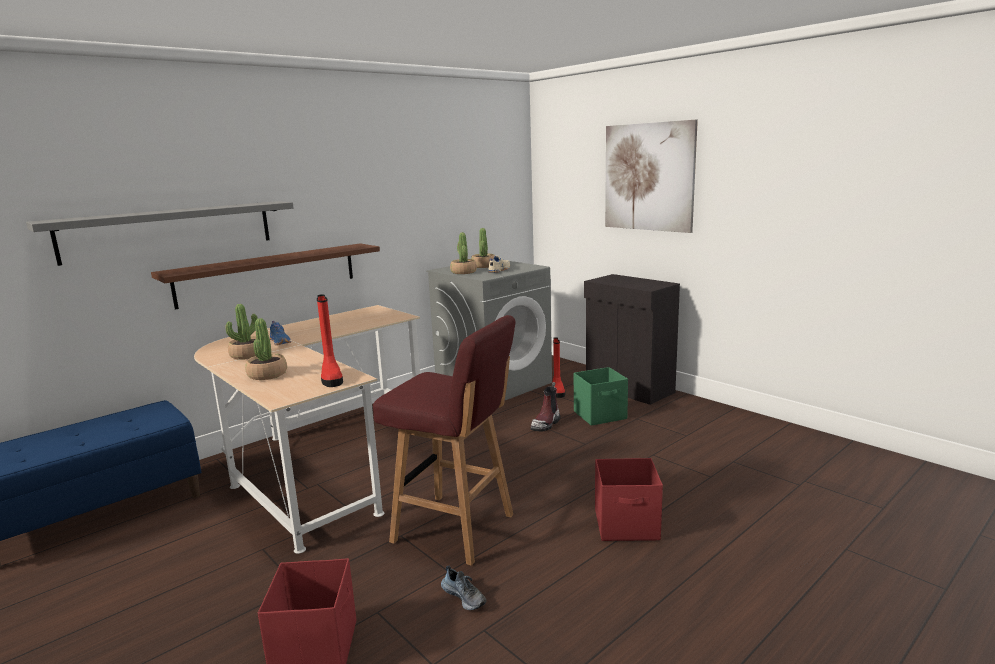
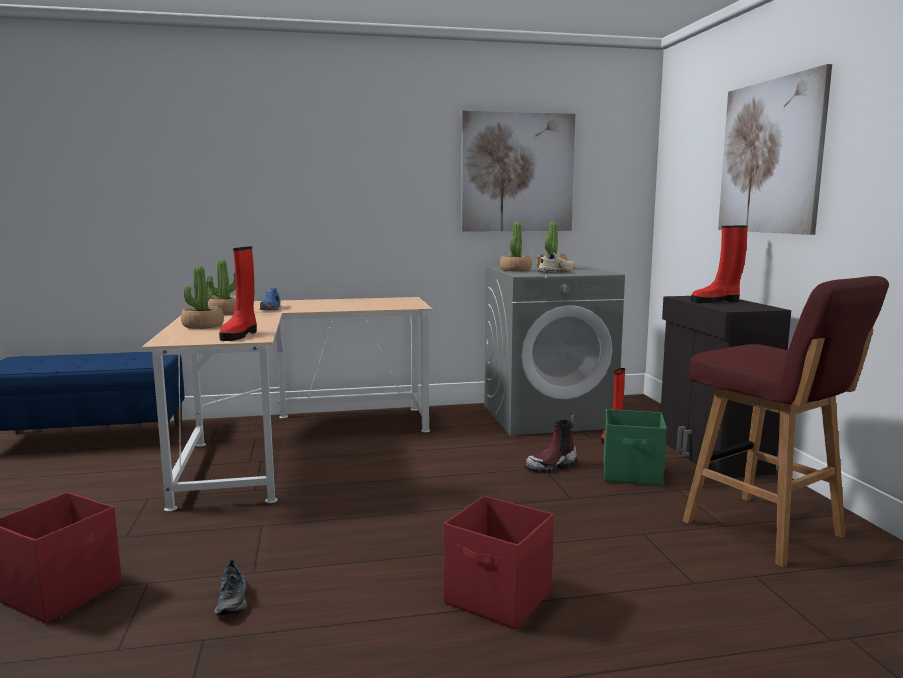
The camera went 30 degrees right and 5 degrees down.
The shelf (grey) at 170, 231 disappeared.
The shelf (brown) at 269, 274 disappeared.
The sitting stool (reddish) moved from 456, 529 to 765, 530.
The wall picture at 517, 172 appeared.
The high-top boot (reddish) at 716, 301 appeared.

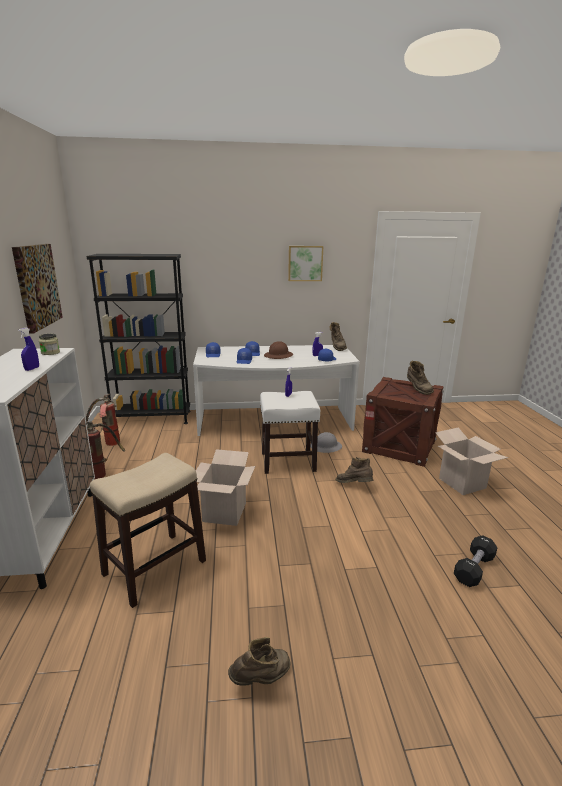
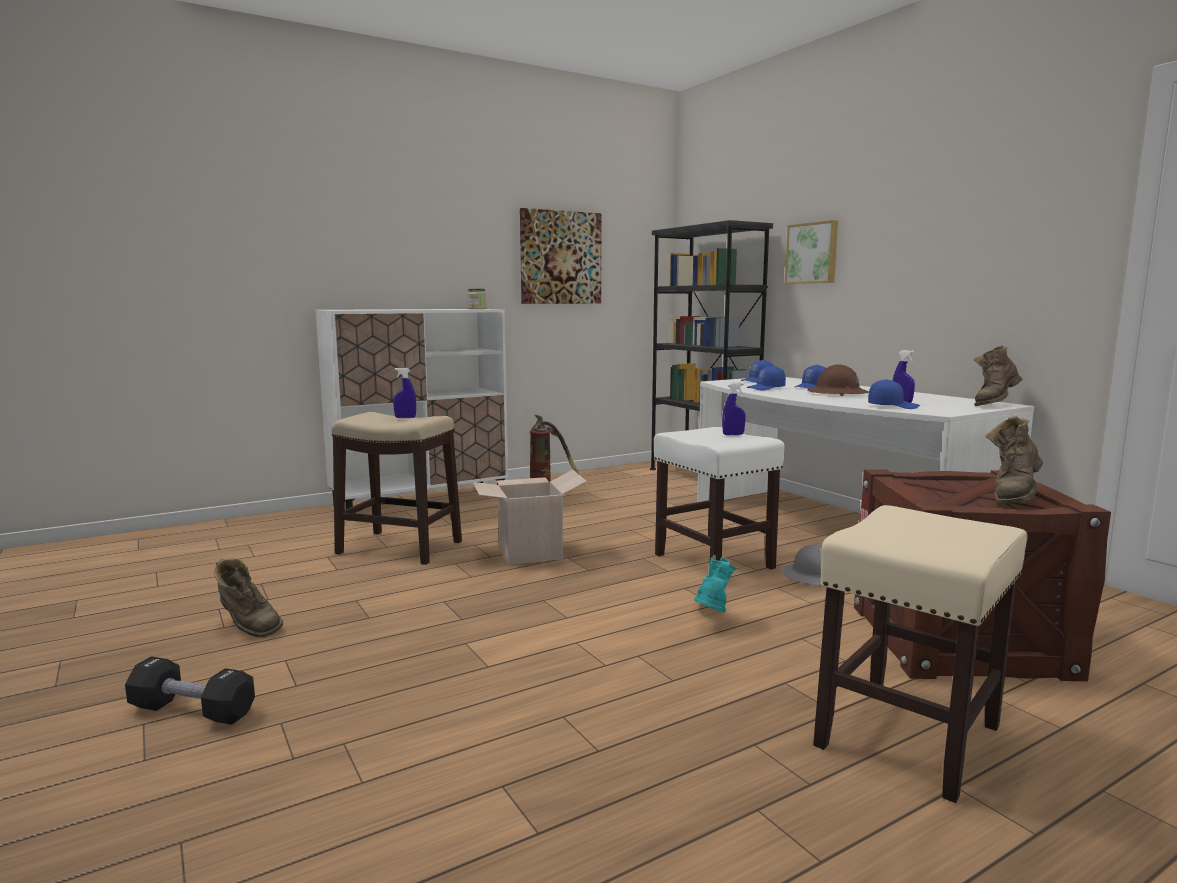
The camera went 65 degrees right and 10 degrees down.
The wall picture moved from 305, 263 to 812, 253.
The hand sprayer (blue-coloured) moved from 32, 369 to 405, 418.
The fire extinguisher at 107, 444 disappeared.
The cardboard box at 462, 483 was replaced by the sitting stool (sand-coloured) at 908, 735.
The high-top boot (brown) at 354, 486 became the high-top boot (blue-green) at 711, 618.
The hand weight (blackish) moved from 474, 569 to 192, 711.

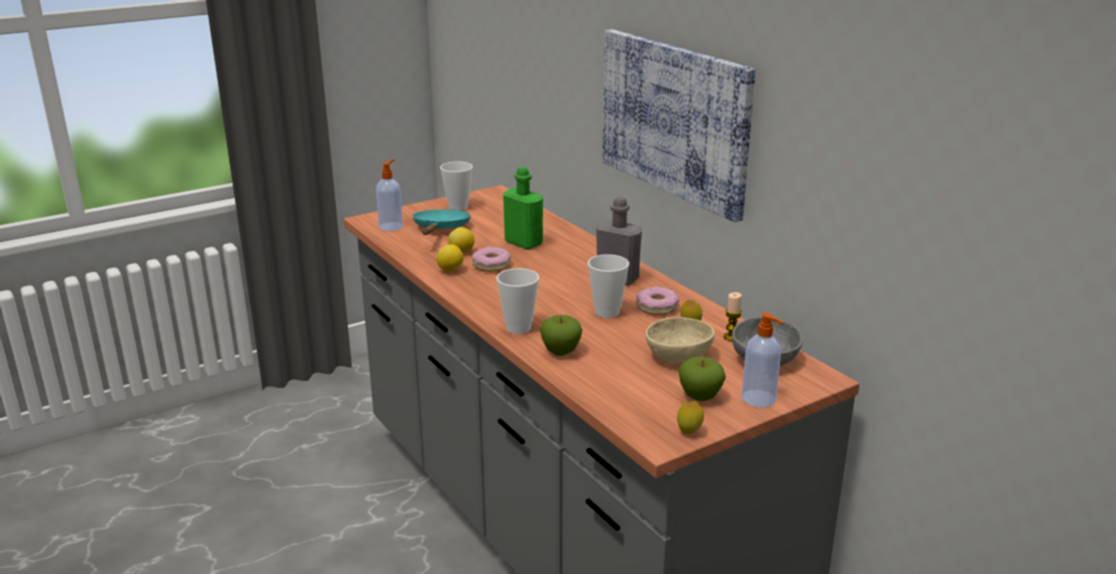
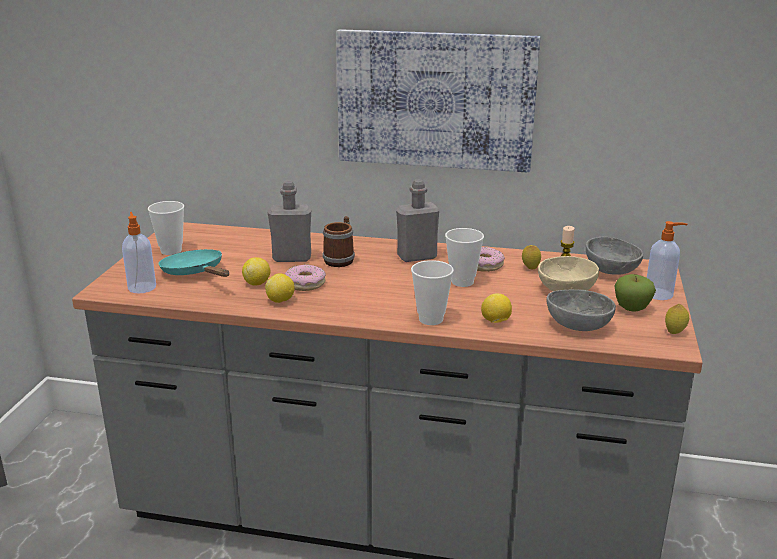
The camera went 45 degrees left and 0 degrees up.
The drink bottle (greenish) at 523, 243 became the drink bottle (grey) at 292, 258.
The apple fruit at 561, 352 was replaced by the whole lemon at 495, 322.
The tea mug at 341, 259 appeared.
The deep dish (grey) at 578, 325 appeared.

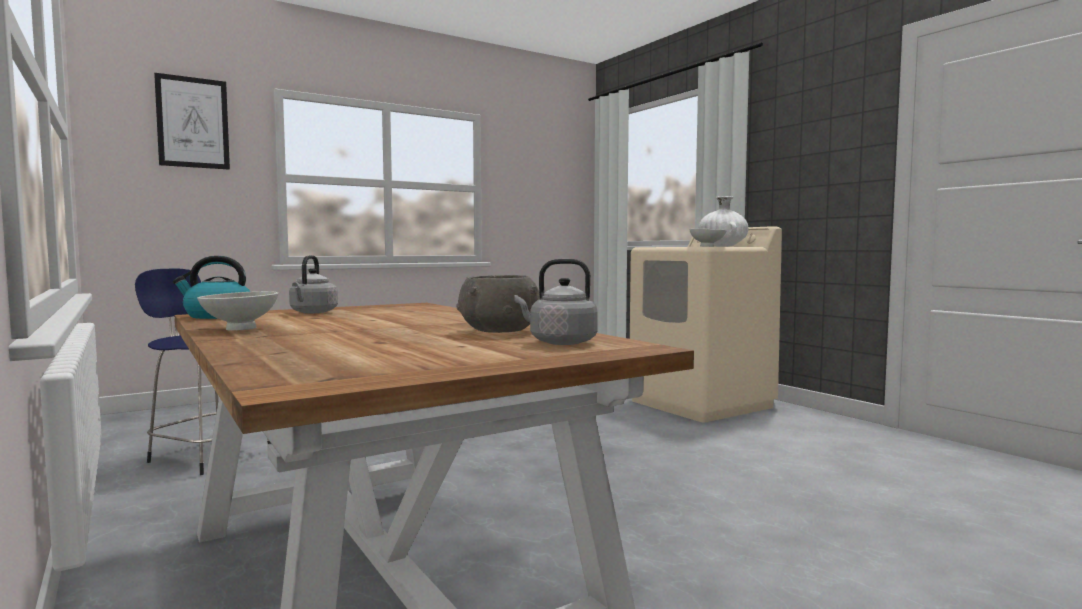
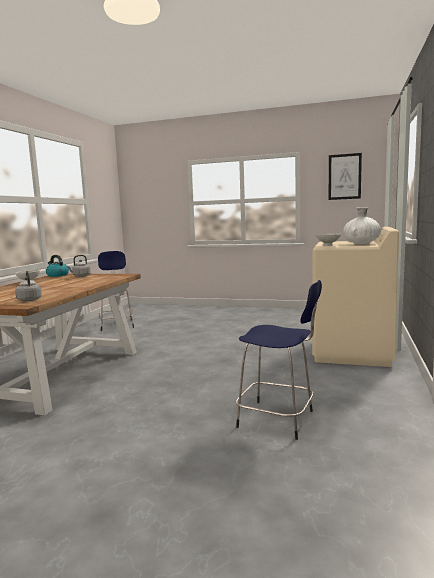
The camera went 50 degrees right and 5 degrees up.
The wall picture moved from 193, 122 to 344, 176.
The deep dish (grey) at 499, 331 disappeared.
The sitting stool (blue-coloured) at 278, 419 appeared.

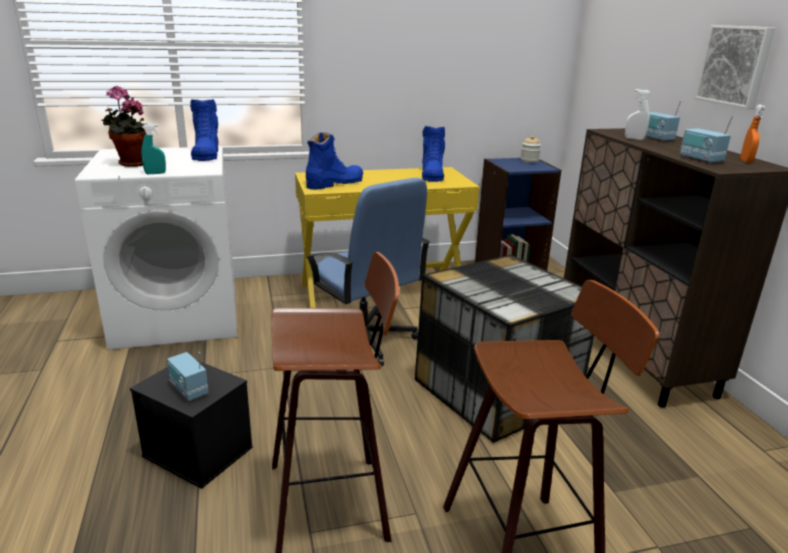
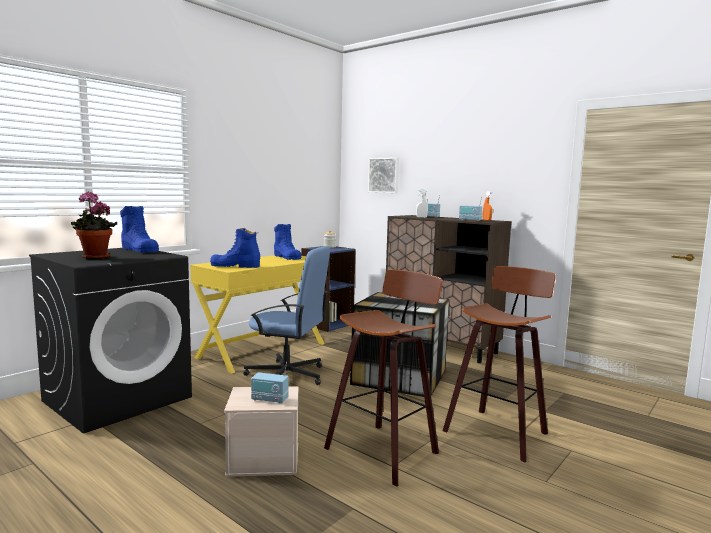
The camera went 35 degrees left and 15 degrees down.
The wall picture moved from 735, 65 to 384, 175.
The hand sprayer (blue-green) at 155, 173 disappeared.
The high-top boot (blue-coloured) at 334, 183 turned 105 degrees counterclockwise.
The washing machine (white-coloured) at 179, 317 became the washing machine (blackish) at 118, 398.
The storage container (blackish) at 199, 451 became the storage container (sand-coloured) at 265, 459.

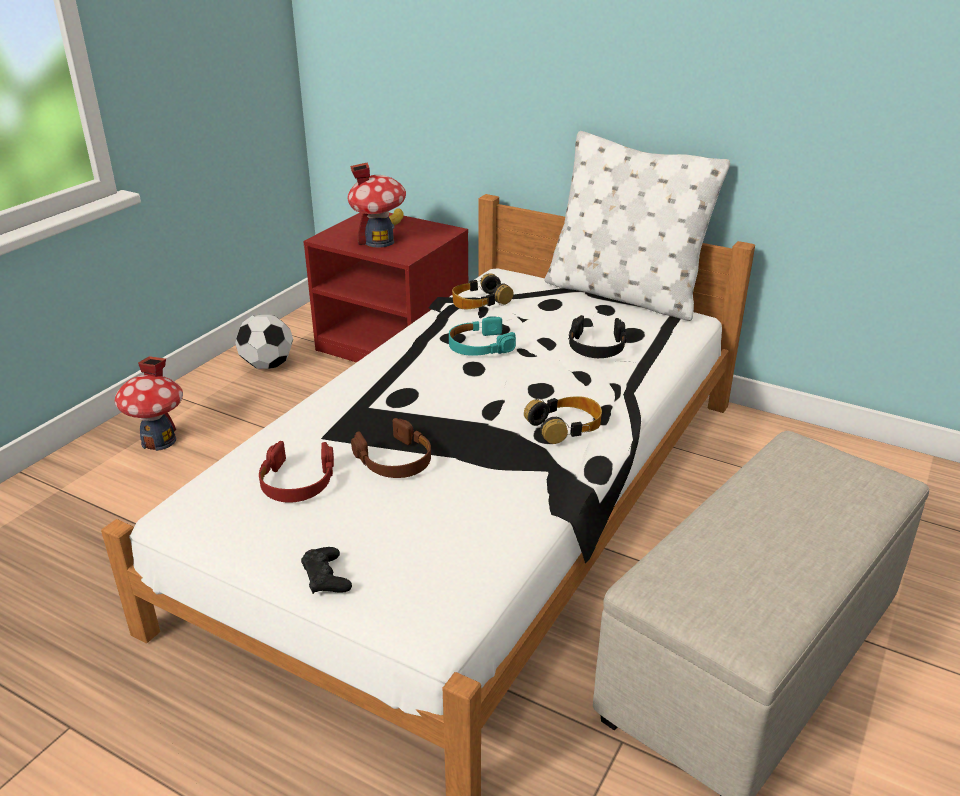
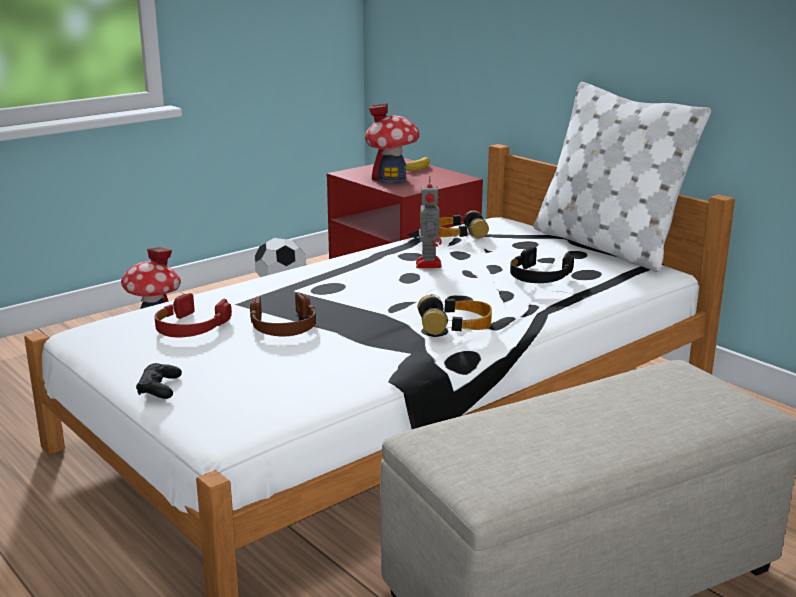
The camera went 20 degrees right and 10 degrees down.
The headset (blue-green) at 479, 346 was replaced by the robot figure at 428, 264.

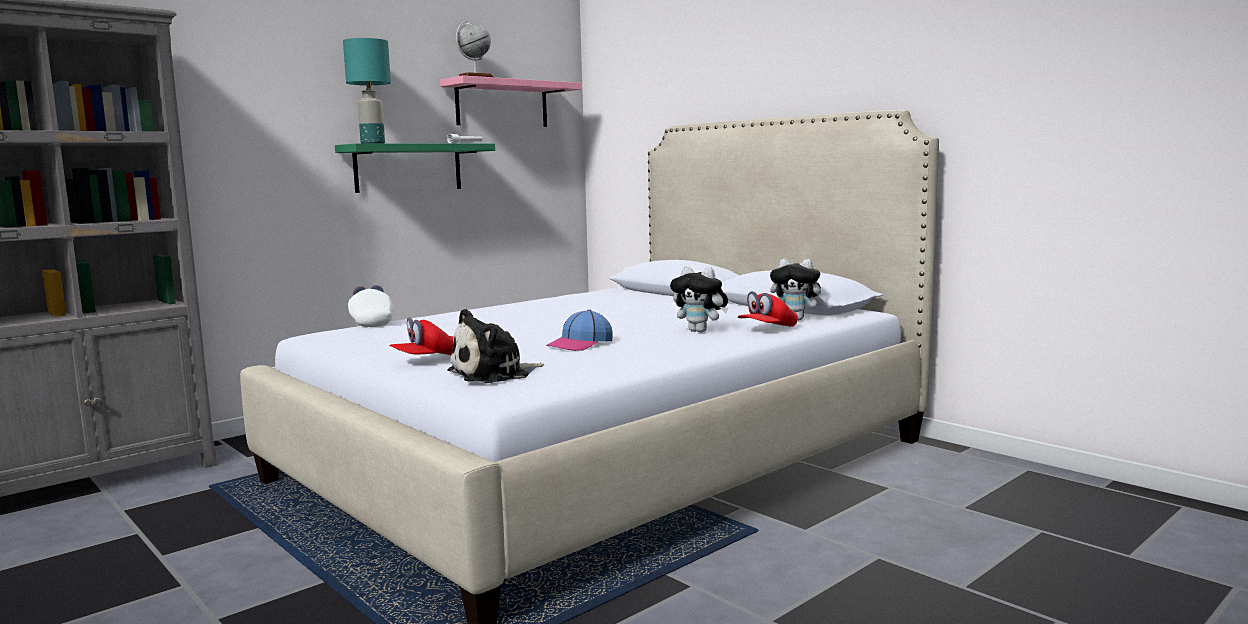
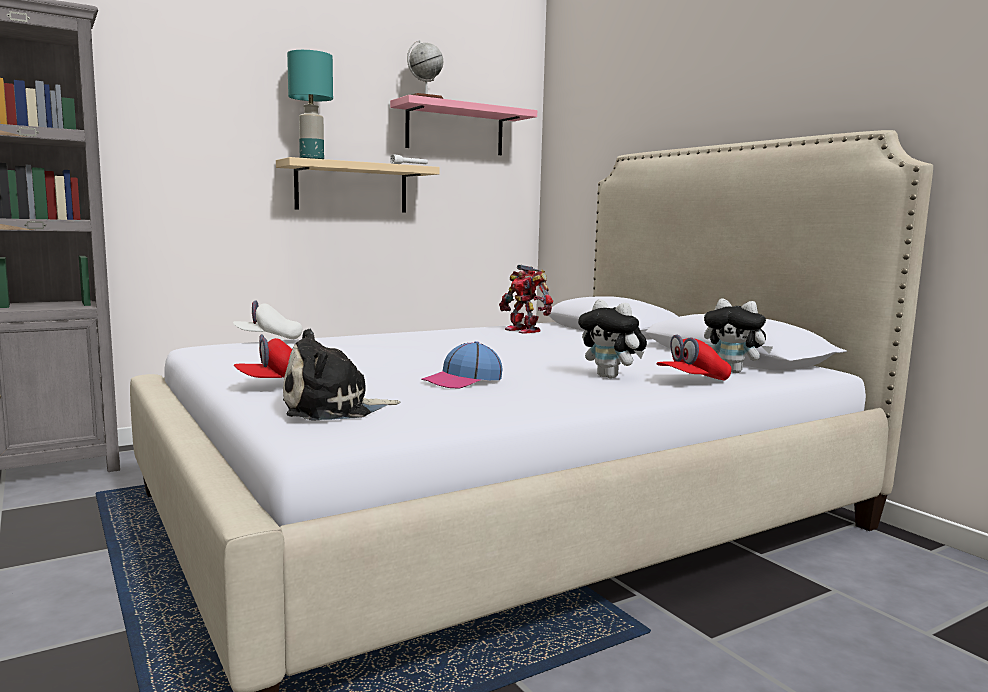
The camera went 10 degrees right and 0 degrees up.
The shelf (greenish) at 408, 168 became the shelf (sand-coloured) at 352, 187.
The cap (white-coloured) at 371, 322 turned 90 degrees counterclockwise.
The robot figure at 524, 330 appeared.

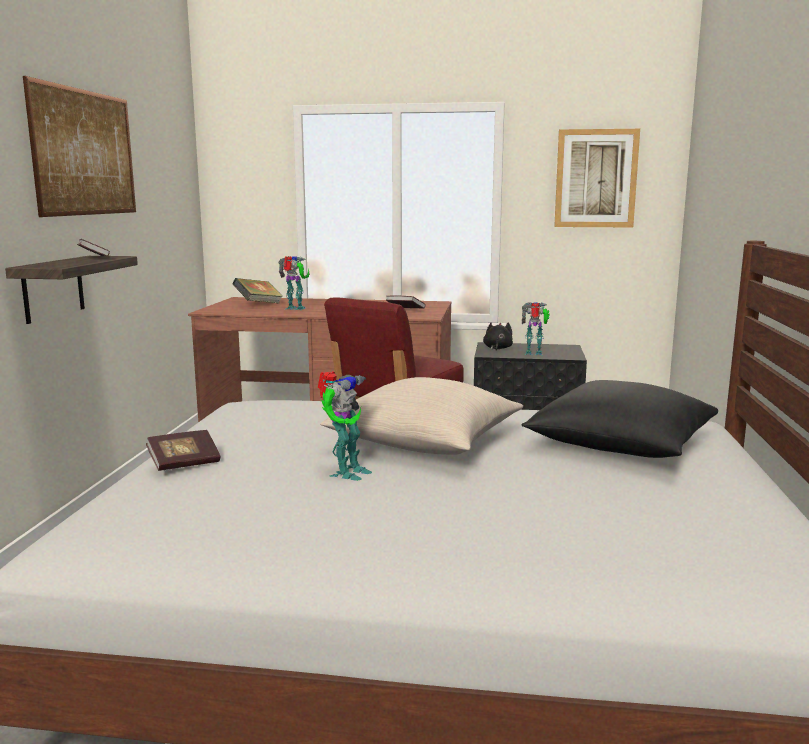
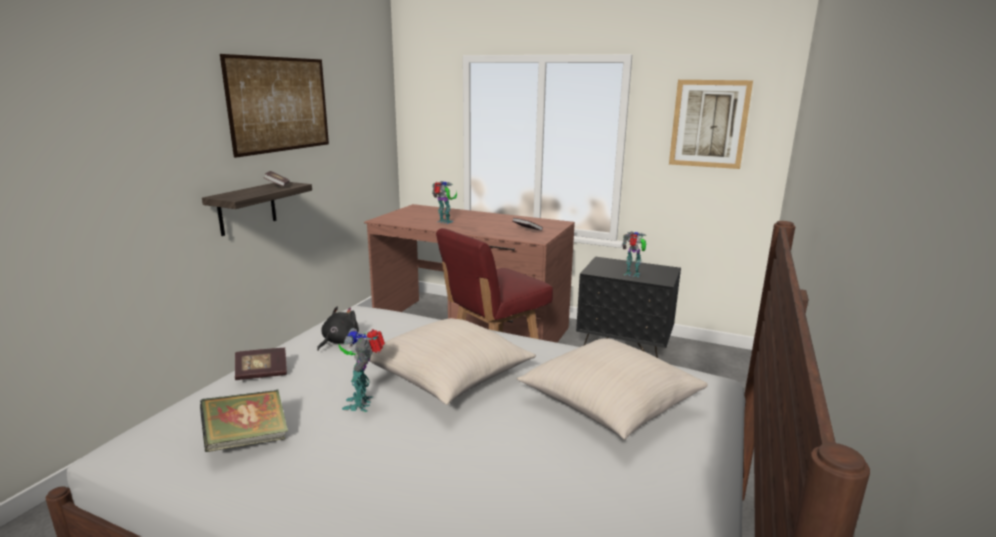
The camera went 15 degrees right and 5 degrees up.
The volume moved from 258, 304 to 247, 440.
The plush toy (blackish) moved from 497, 348 to 338, 341.
The robot figure at 346, 472 turned 135 degrees clockwise.
The cushion (blackish) at 621, 445 became the cushion (sand-coloured) at 609, 404.

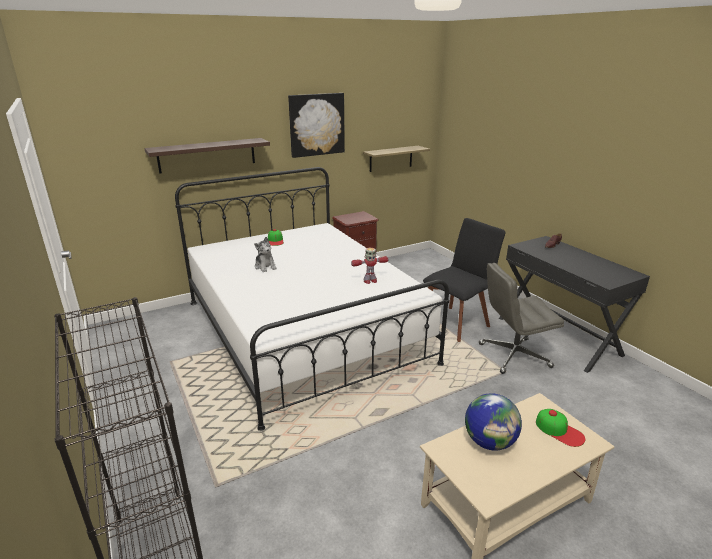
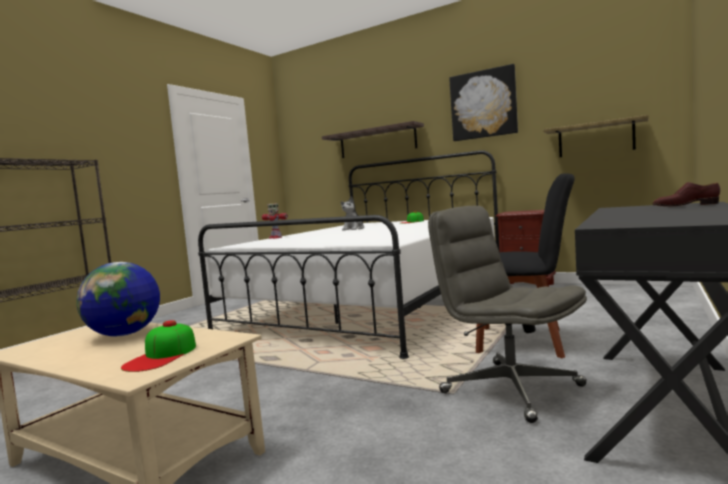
The camera went 60 degrees right and 20 degrees down.
The robot figure moved from 370, 281 to 275, 238.

